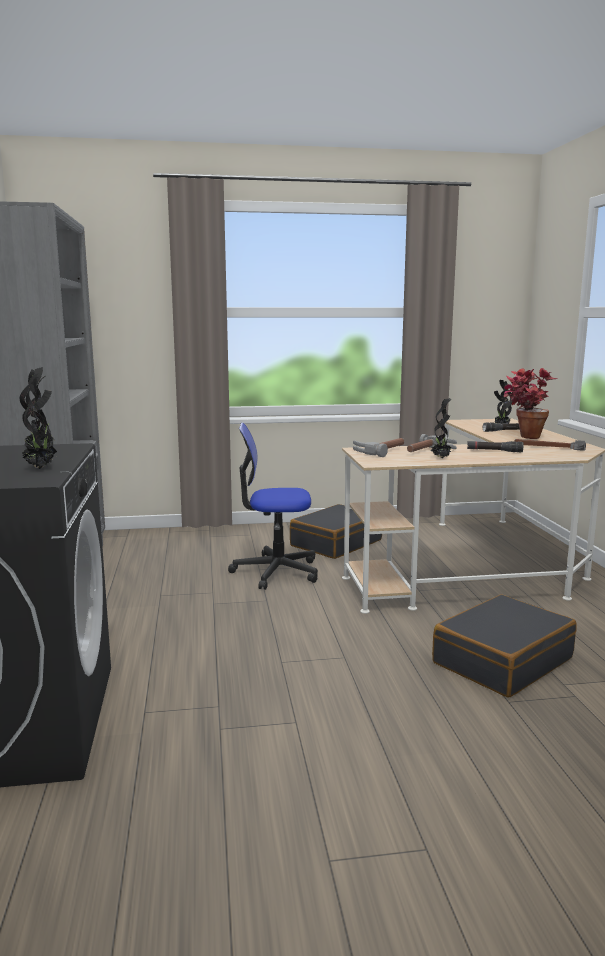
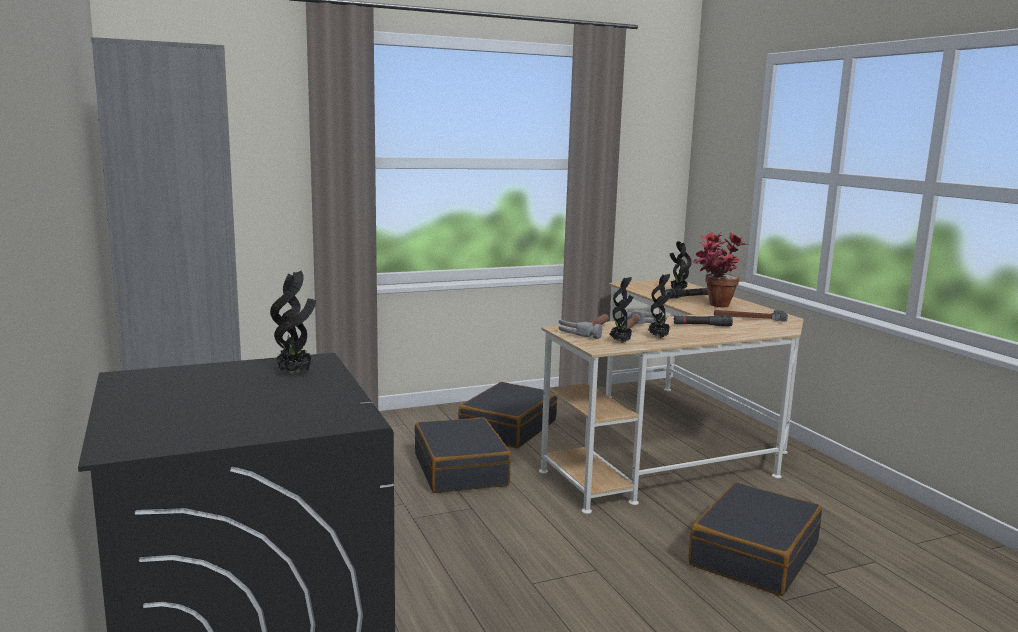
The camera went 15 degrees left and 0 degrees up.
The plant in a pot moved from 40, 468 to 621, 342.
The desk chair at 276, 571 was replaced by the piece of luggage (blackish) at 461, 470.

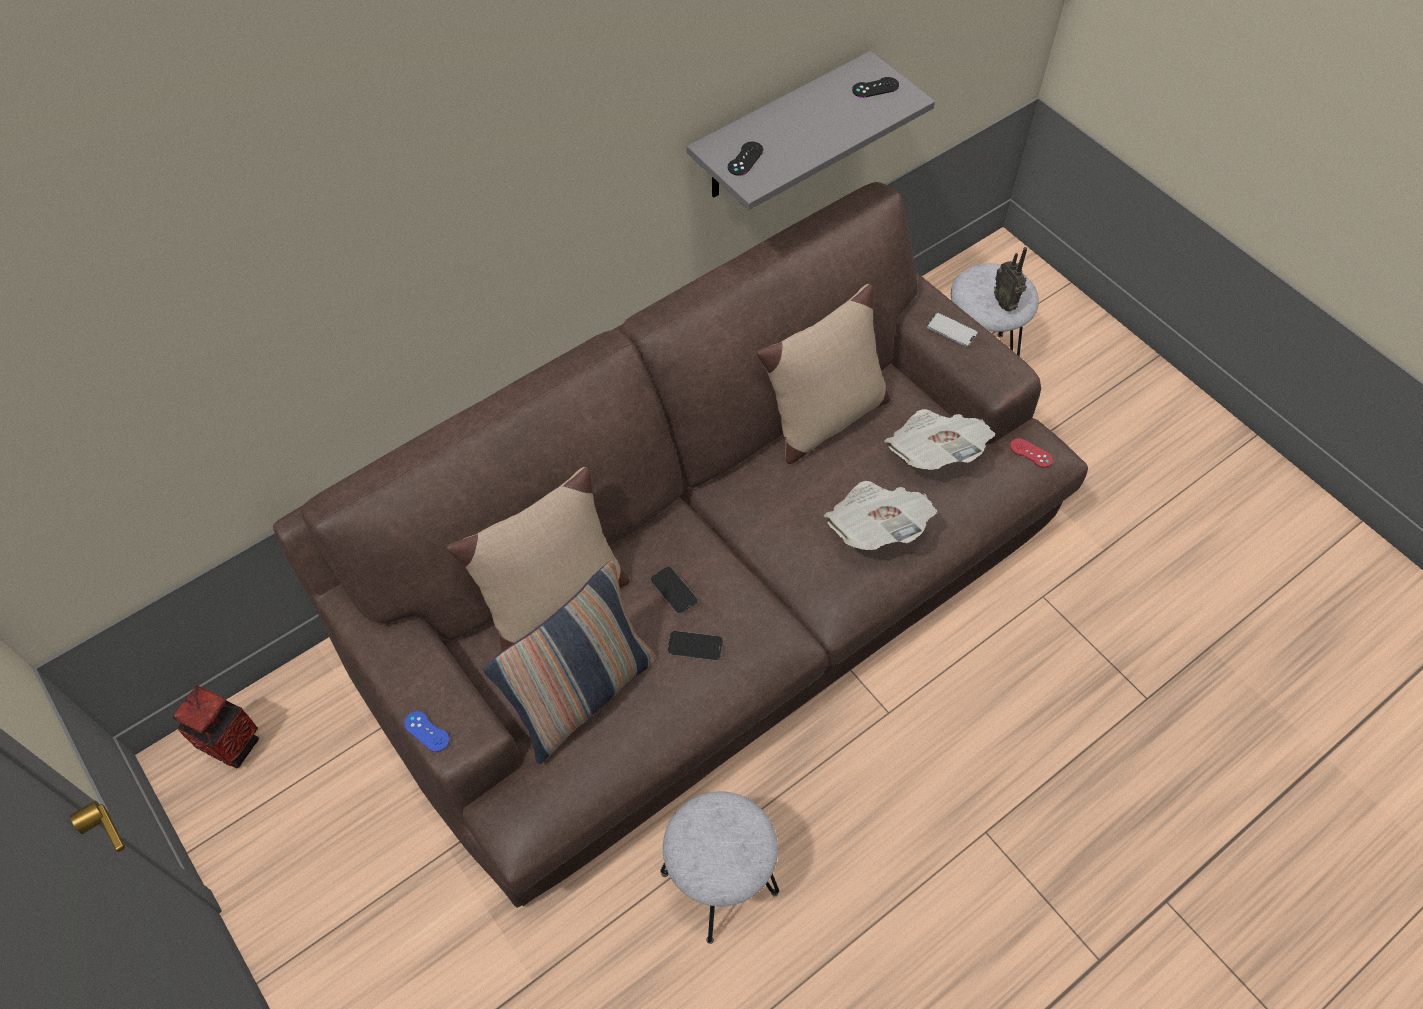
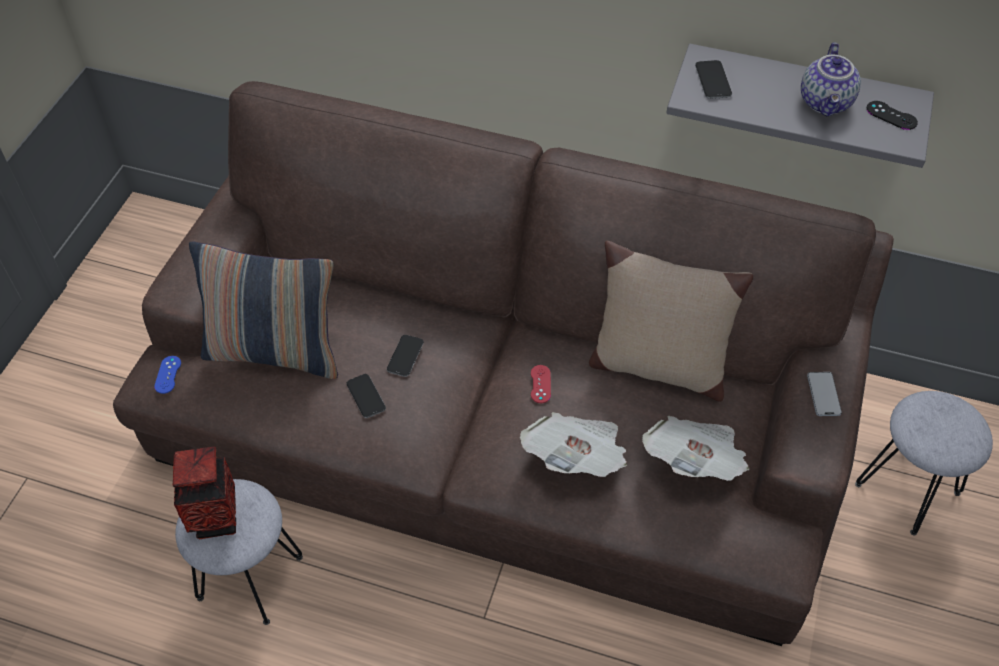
The camera went 55 degrees right and 5 degrees down.
The gamepad (blackish) at 745, 159 was replaced by the phone at 713, 80.
The radio receiver at 1005, 303 disappeared.
The gamepad (reddish) moved from 1031, 453 to 540, 384.
The cushion (sand-coloured) at 553, 602 disappeared.
The flower vase moved from 235, 746 to 216, 520.
The gamepad (blue-coloured) moved from 427, 731 to 168, 375.
The teapot at 826, 103 appeared.

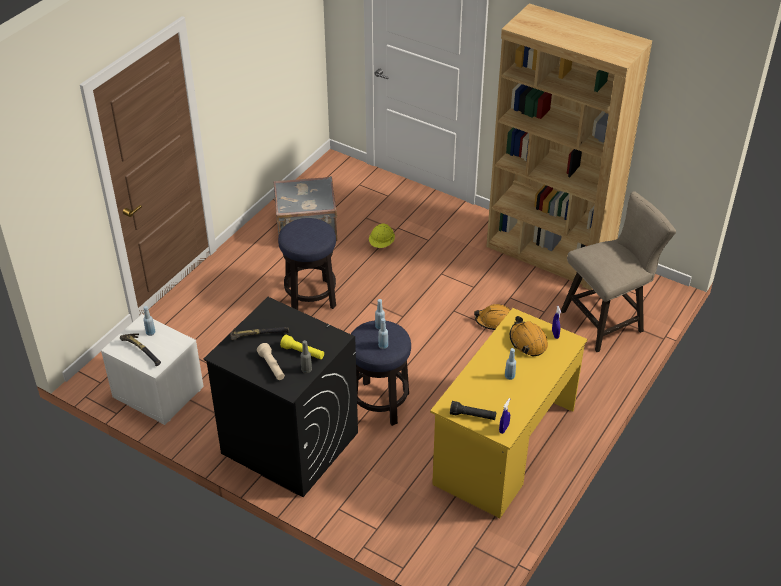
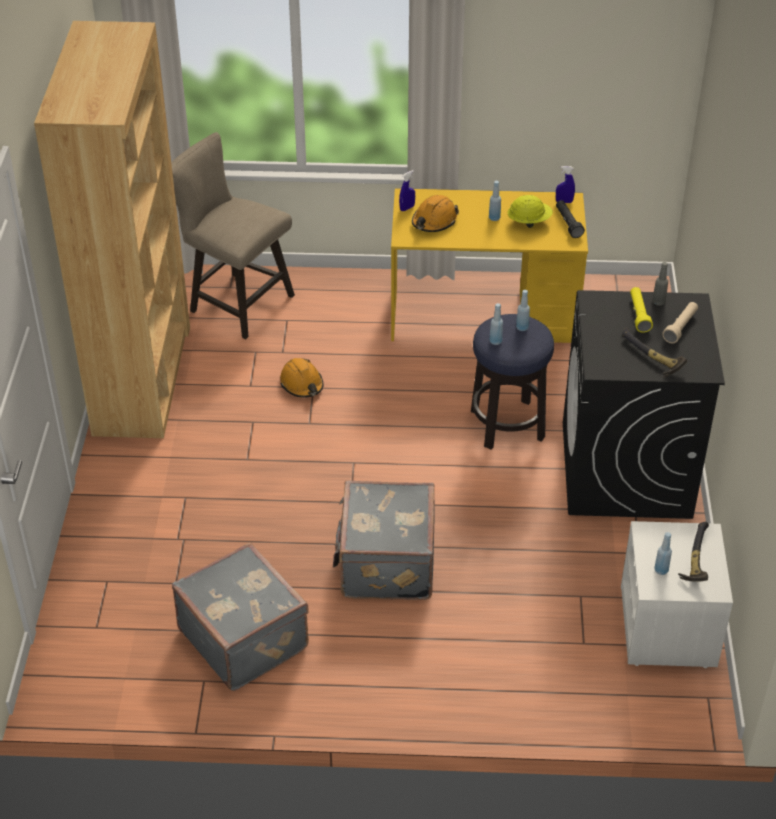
The camera went 120 degrees left and 0 degrees up.
The sitting stool at 310, 297 was replaced by the piece of luggage (grey) at 385, 564.
The hard hat (yellow) moved from 382, 244 to 529, 222.

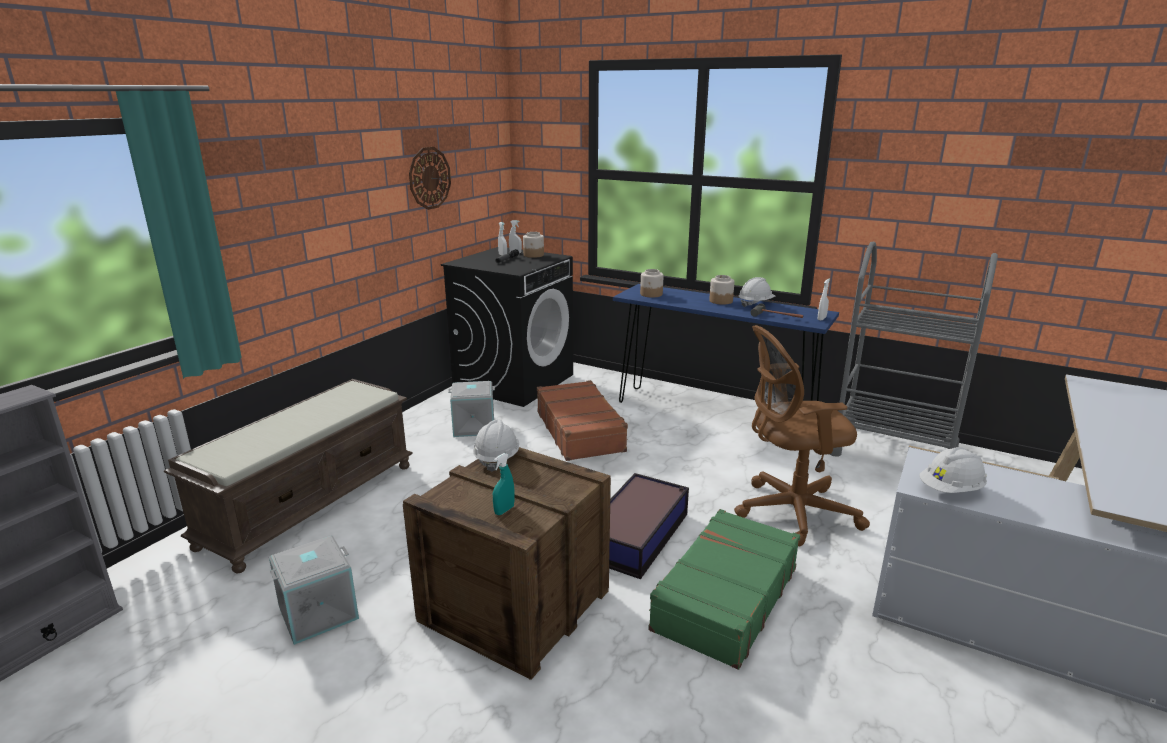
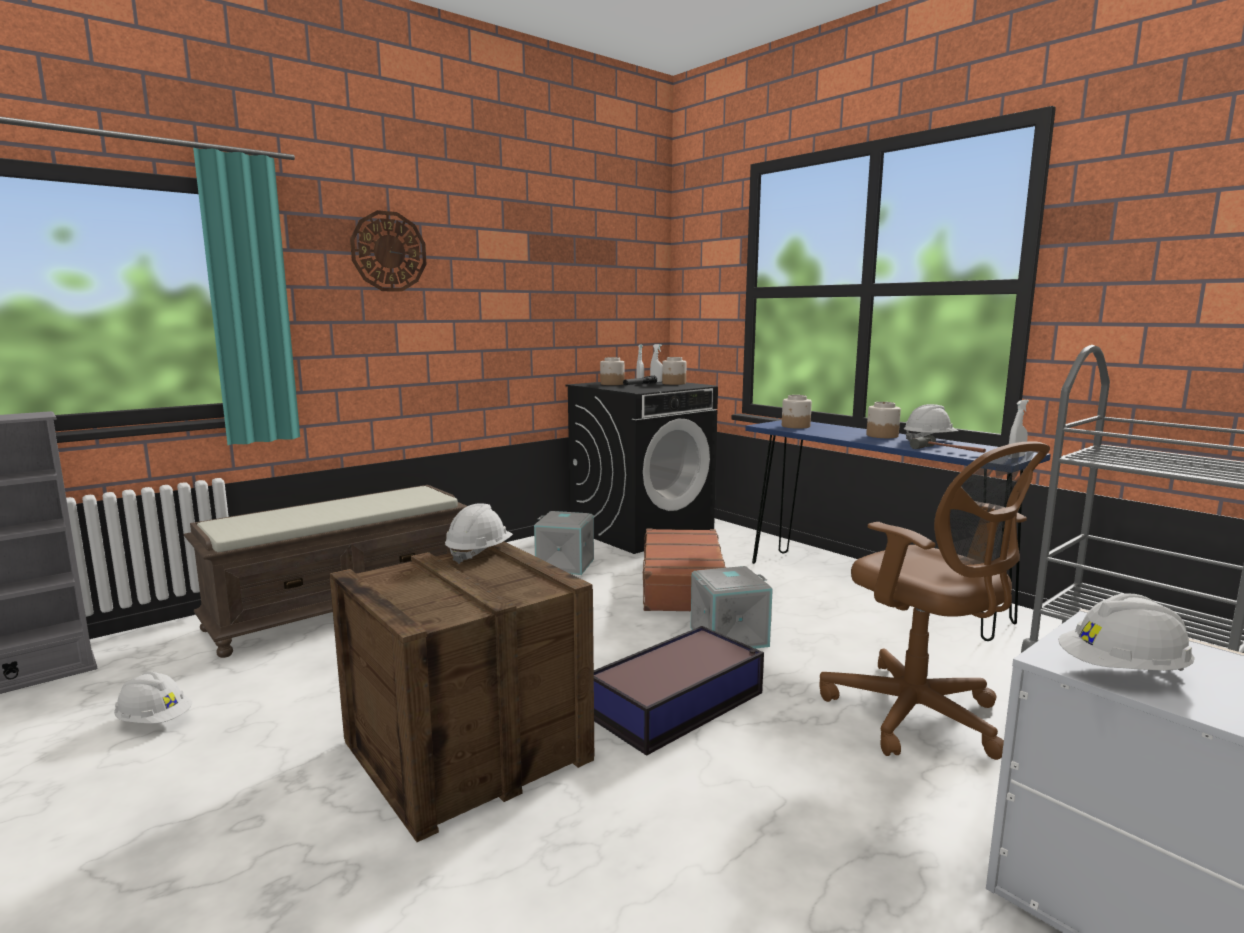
The camera went 20 degrees right and 10 degrees down.
The wall clock moved from 429, 178 to 388, 251.
The desk chair (brown) at 790, 512 turned 135 degrees counterclockwise.
The hand sprayer (blue-green) at 504, 510 disappeared.
The piece of luggage (greenish) at 724, 598 disappeared.
The storage container (grey) moved from 318, 611 to 728, 636.
The storage jar at 612, 384 appeared.
The hard hat (white-coloured) at 155, 720 appeared.

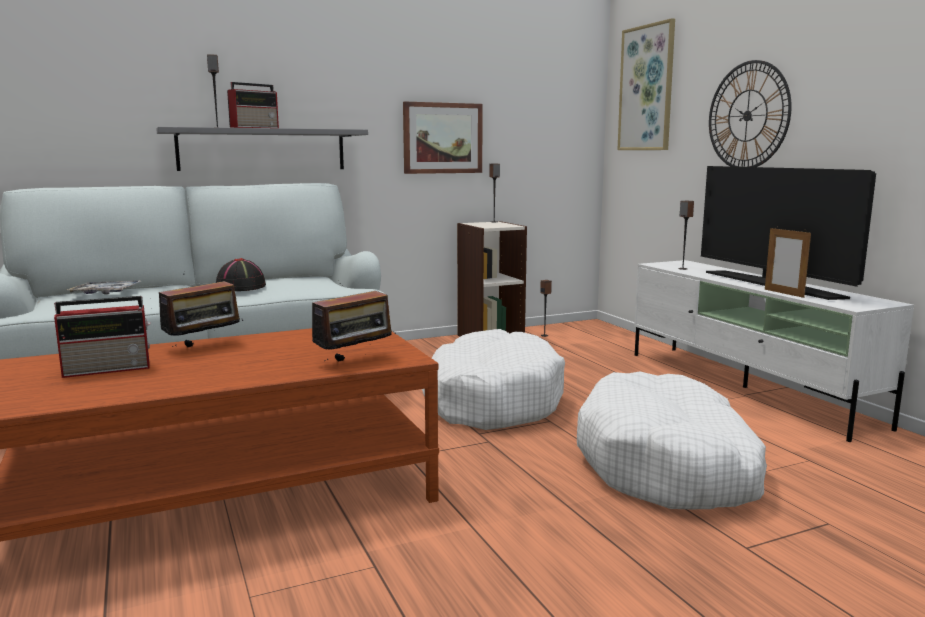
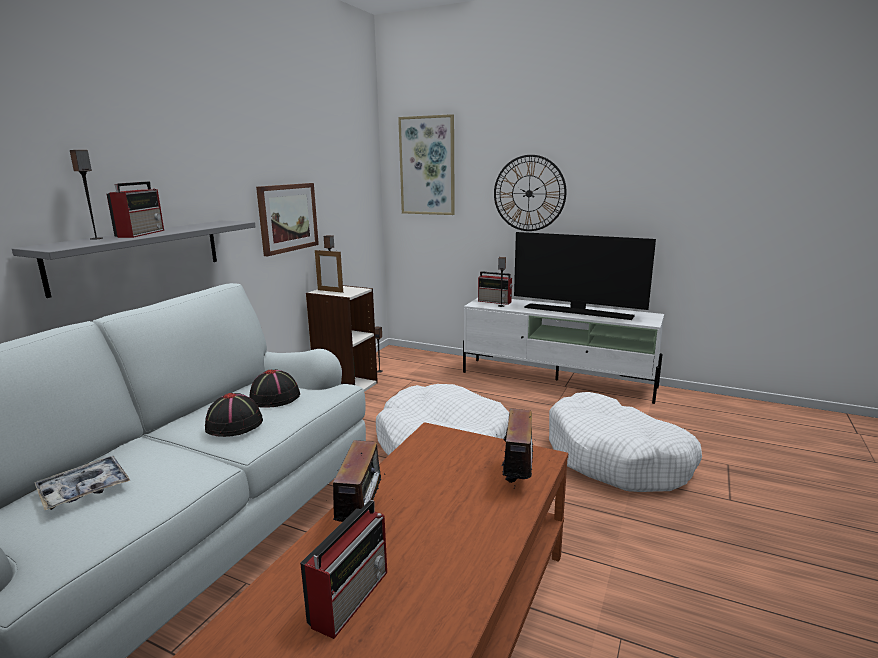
The camera went 40 degrees left and 5 degrees up.
The standing frame moved from 783, 293 to 330, 291.
The radio receiver at 495, 301 appeared.
The hat (blackish) at 275, 397 appeared.

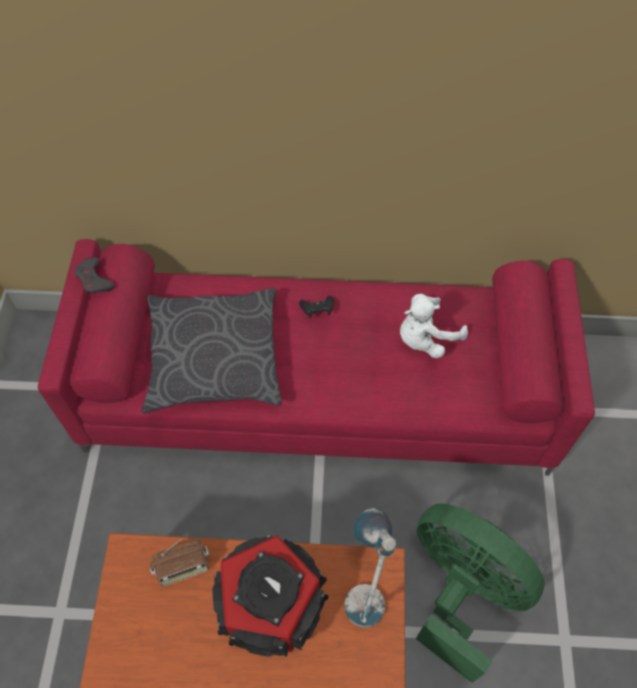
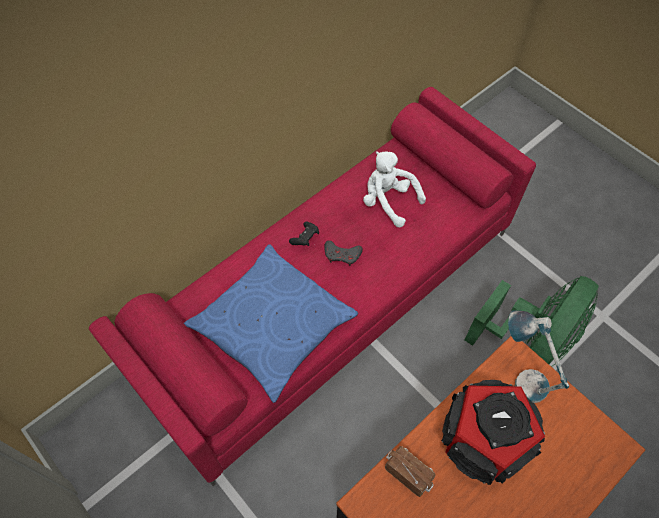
The camera went 45 degrees left and 0 degrees up.
The gamepad (grey) moved from 94, 279 to 342, 255.
The cushion (grey) at 214, 358 became the cushion (blue-coloured) at 273, 326.
The plush toy (white-coloured) at 425, 338 turned 120 degrees clockwise.
The cooling fan (greenish) at 461, 591 turned 135 degrees clockwise.
The radio receiver at 183, 568 turned 75 degrees counterclockwise.

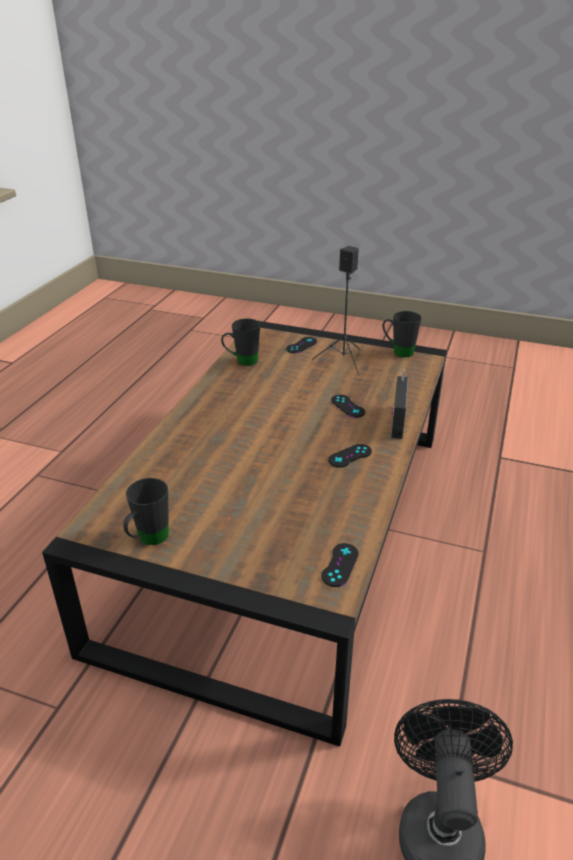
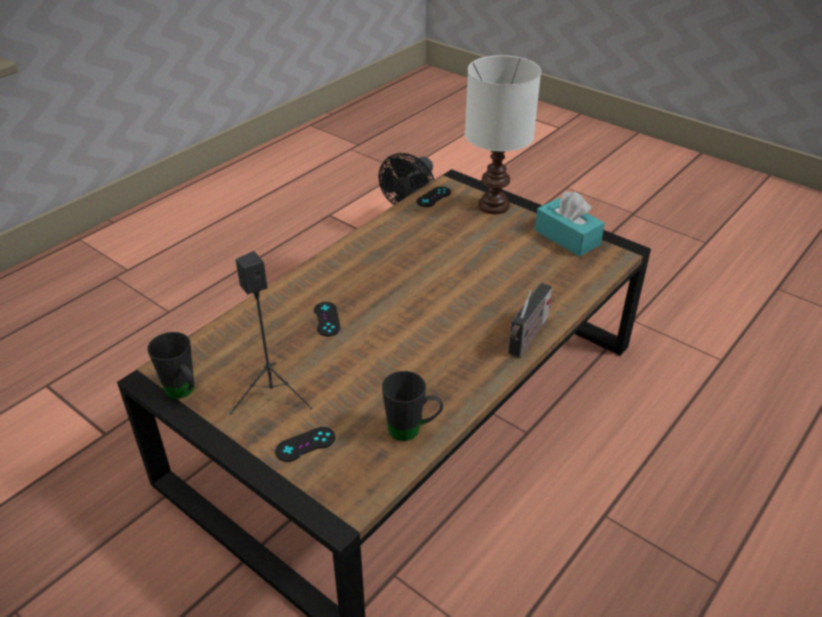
The camera went 160 degrees left and 5 degrees up.
The radio receiver moved from 397, 420 to 527, 337.
The gamepad (blackish) at 350, 456 disappeared.
The tea mug (blackish) at 148, 540 was replaced by the tissue holder (blue-green) at 567, 237.
The table lamp (white-coloured) at 494, 206 appeared.

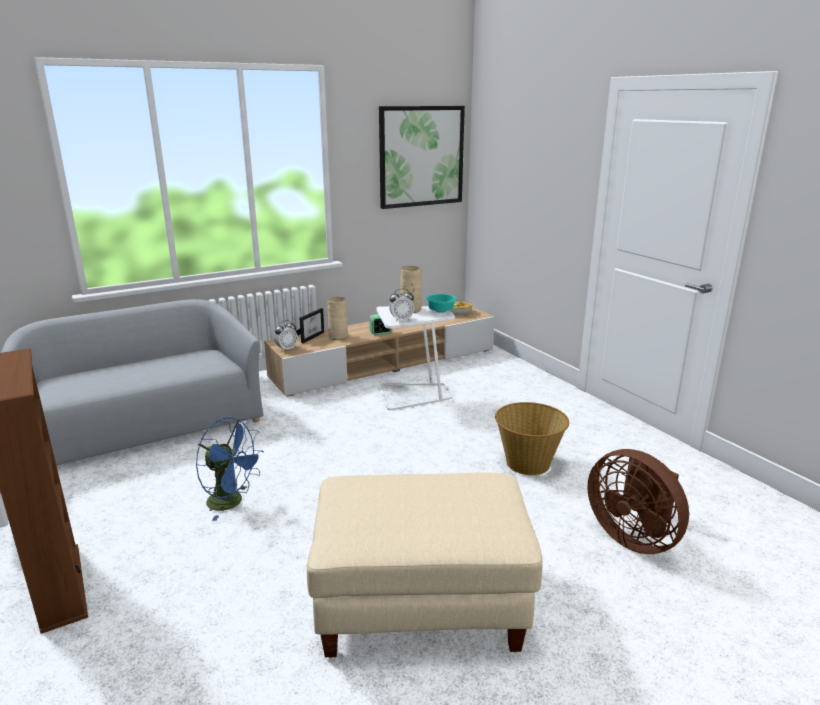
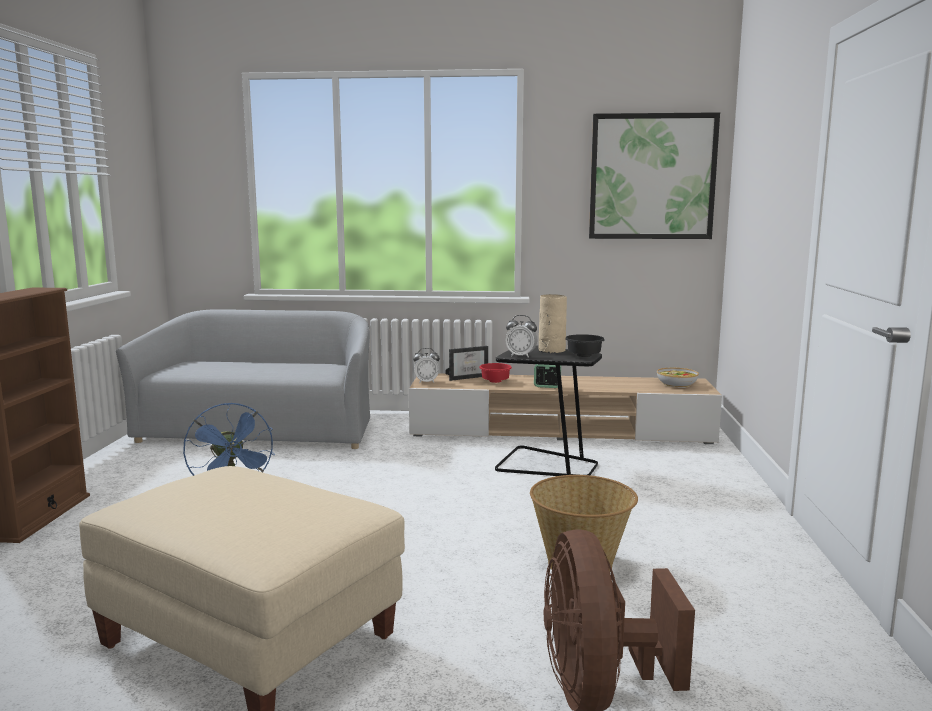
The camera went 35 degrees right and 10 degrees down.
The deep dish (blue-green) at 440, 311 became the deep dish (blackish) at 583, 356.
The flower vase (sand-coloured) at 339, 336 was replaced by the deep dish (reddish) at 496, 382.
The side table (white-coloured) at 413, 395 became the side table (blackish) at 546, 464.

